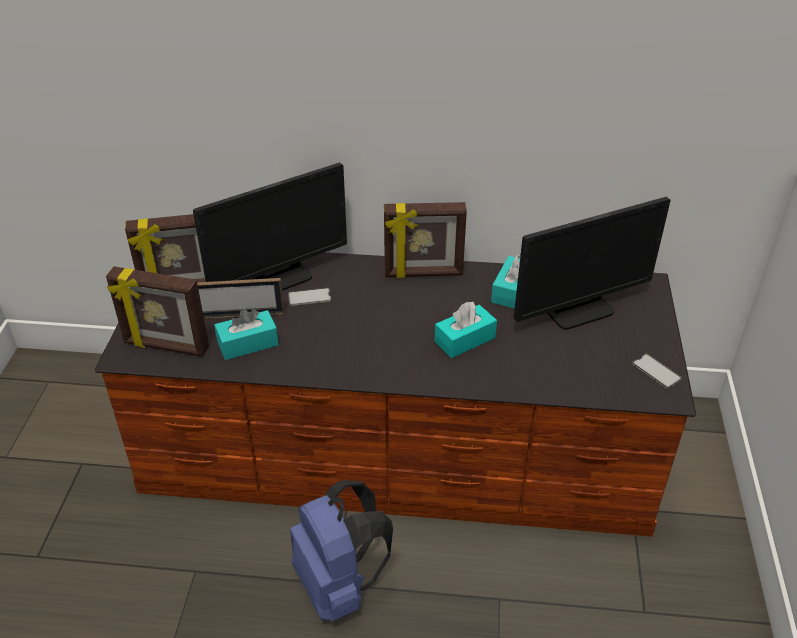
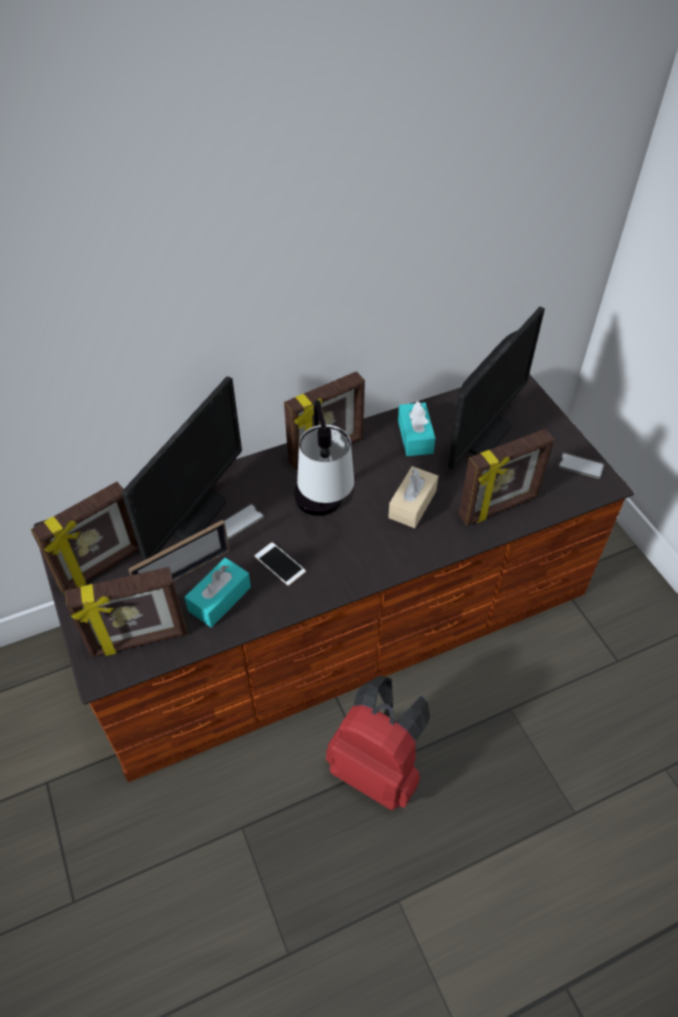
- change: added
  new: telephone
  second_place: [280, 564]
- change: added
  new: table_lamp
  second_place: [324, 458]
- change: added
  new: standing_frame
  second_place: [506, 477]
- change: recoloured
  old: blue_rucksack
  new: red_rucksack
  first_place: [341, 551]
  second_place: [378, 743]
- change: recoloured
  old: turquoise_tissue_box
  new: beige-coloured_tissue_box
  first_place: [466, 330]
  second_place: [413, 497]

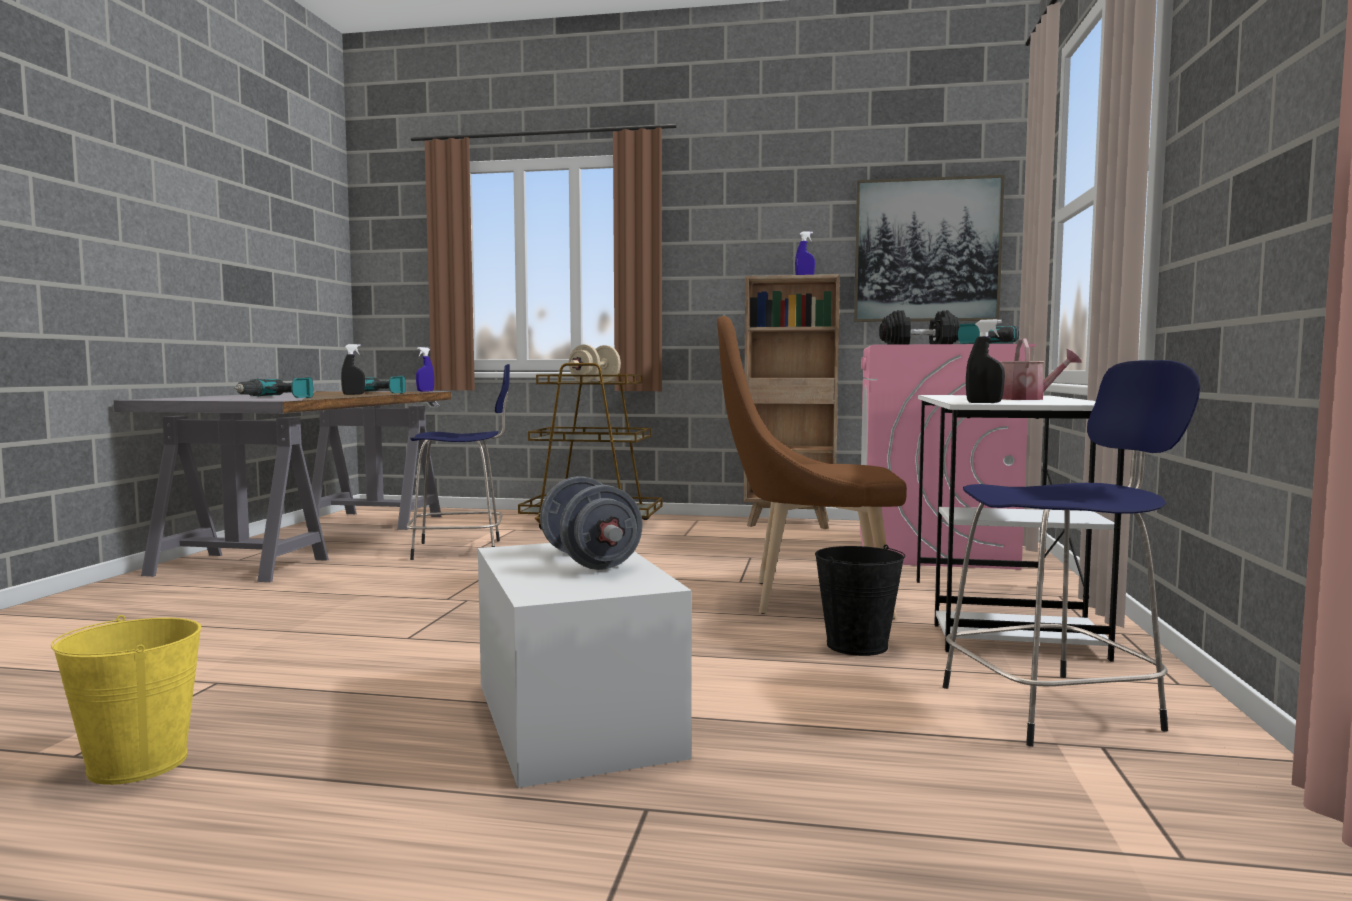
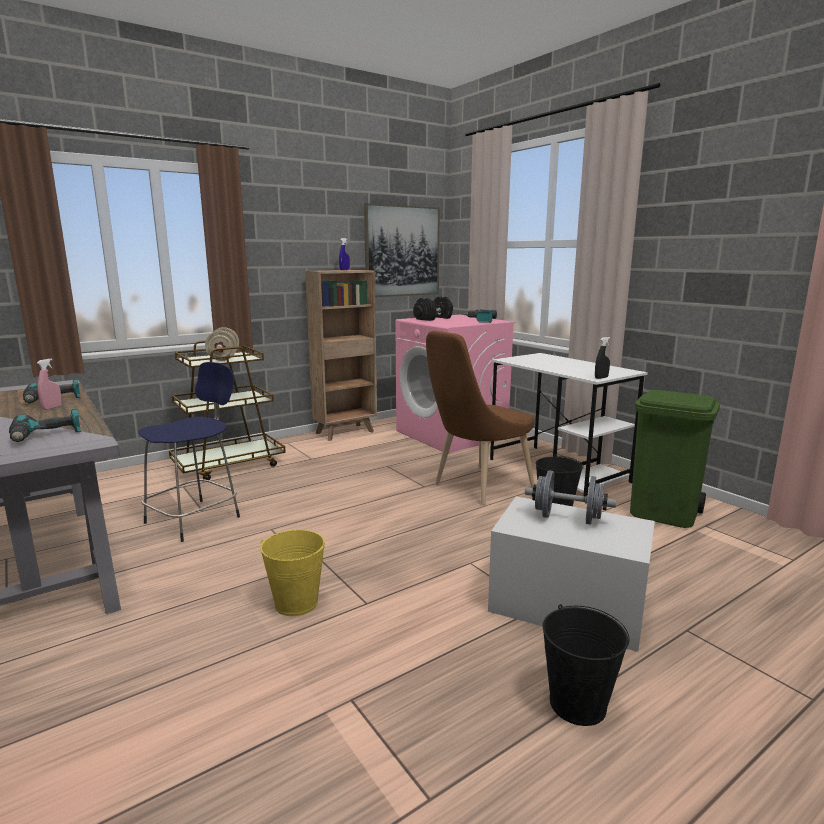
- change: removed
  old: blue_sprayer
  first_place: [425, 369]
- change: removed
  old: watering_can
  first_place: [1041, 369]
- change: added
  new: black_pail
  second_place: [586, 665]
- change: moved
  old: yellow_pail
  first_place: [126, 700]
  second_place: [292, 573]
- change: replaced
  old: blue_stool
  new: green-coloured_rubbish_bin
  first_place: [1071, 553]
  second_place: [675, 459]
- change: recoloured
  old: black_sprayer
  new: pinkish_sprayer
  first_place: [353, 369]
  second_place: [49, 384]

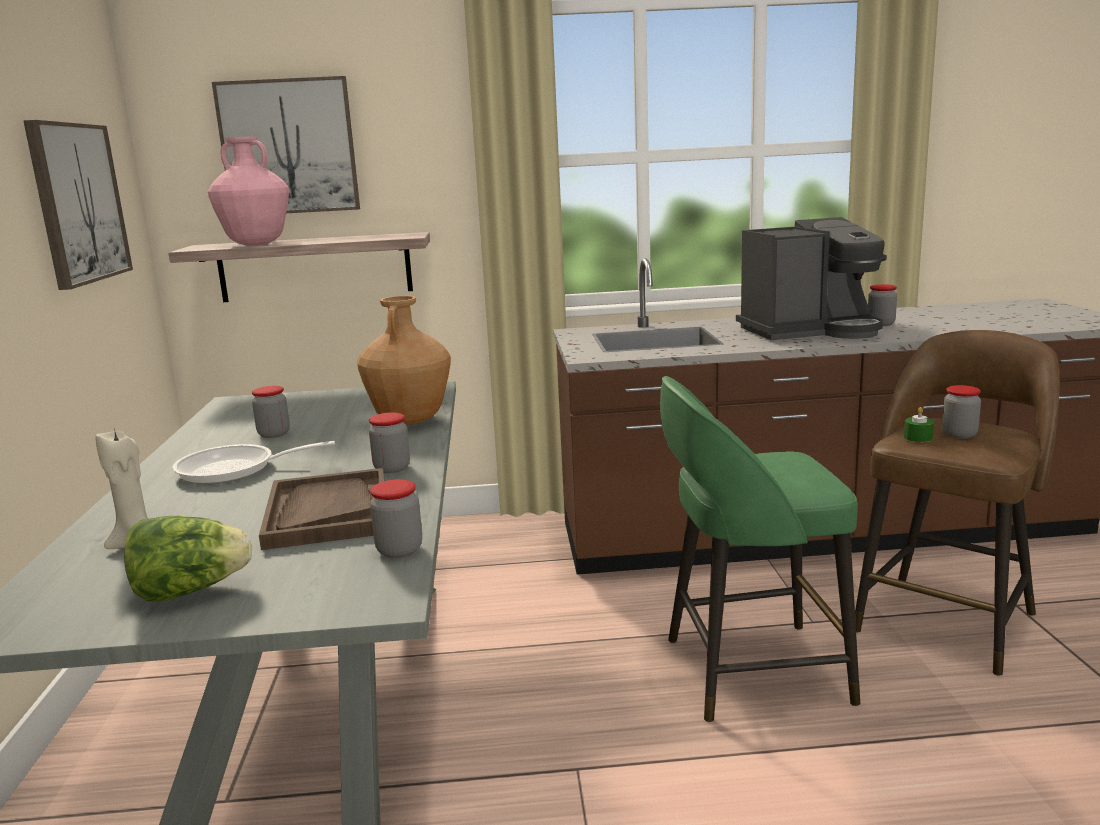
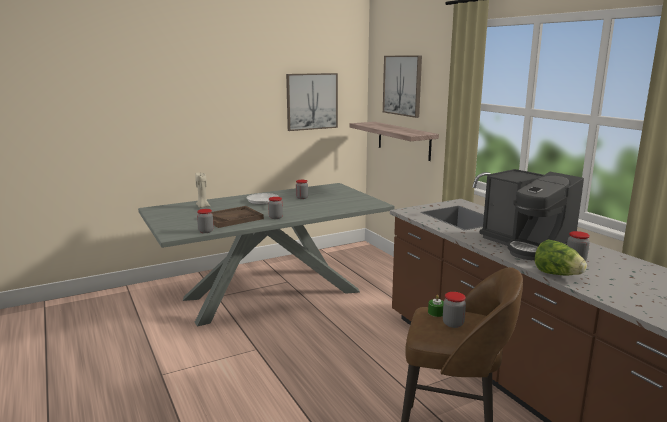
- change: removed
  old: pinkish_decorative_vase
  first_place: [248, 191]
- change: removed
  old: brown-coloured_decorative_vase
  first_place: [404, 360]
- change: removed
  old: green-coloured_stool
  first_place: [760, 549]
- change: moved
  old: lettuce_head
  first_place: [188, 559]
  second_place: [561, 257]

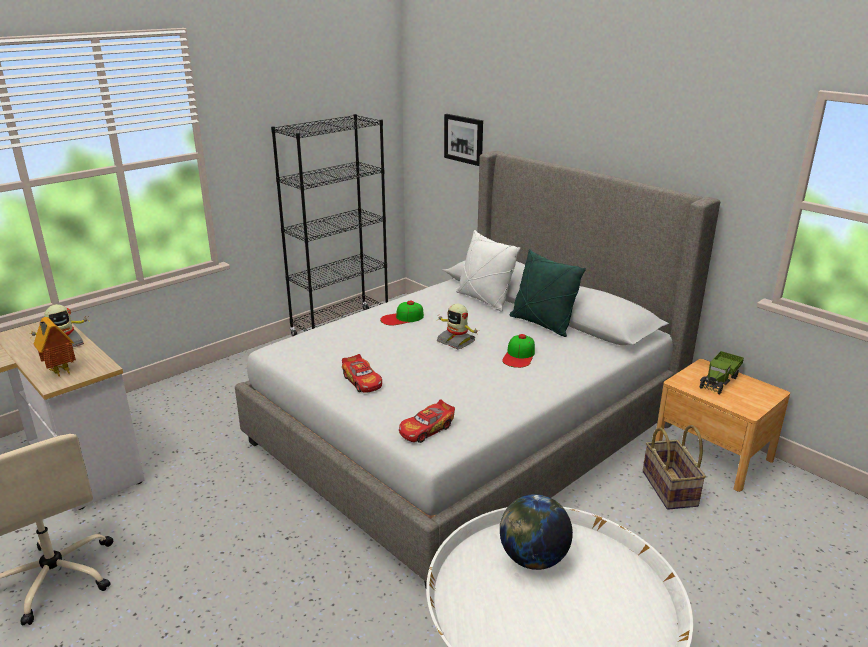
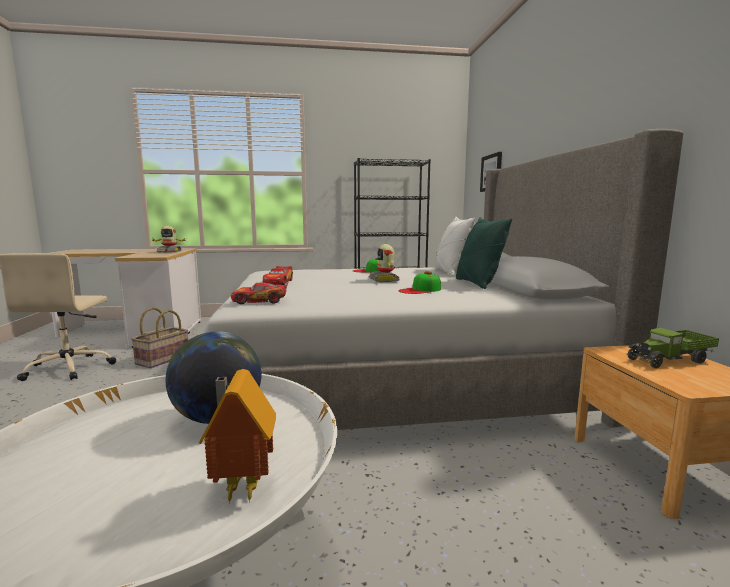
- change: moved
  old: model_house
  first_place: [55, 347]
  second_place: [237, 436]
- change: moved
  old: storage_basket
  first_place: [674, 467]
  second_place: [159, 337]

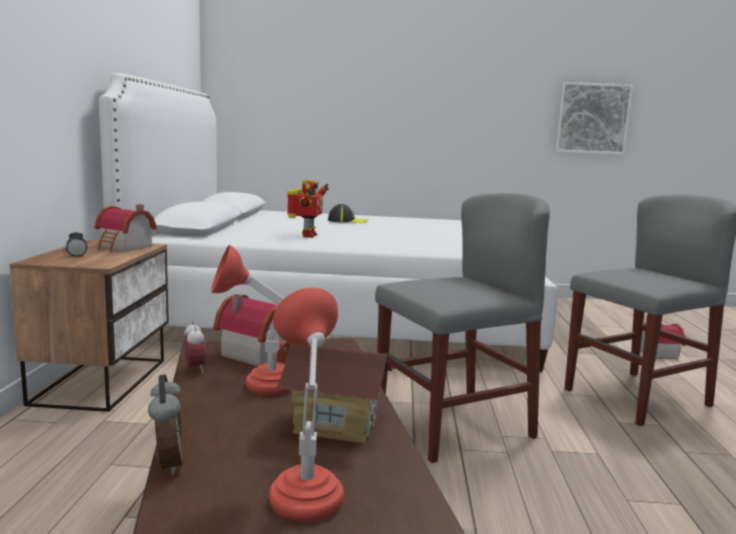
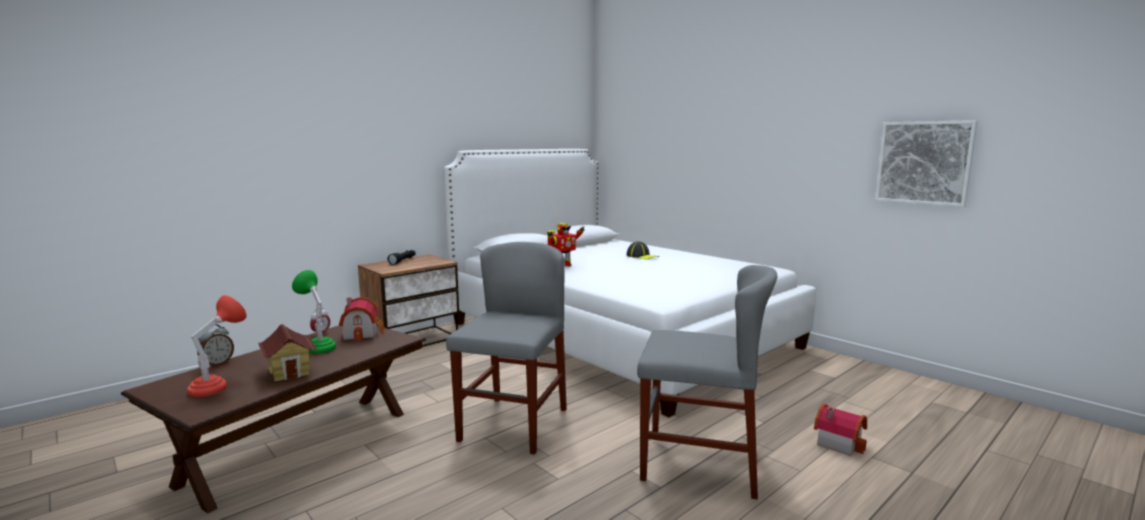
- change: removed
  old: model_house
  first_place: [125, 228]
- change: recoloured
  old: red_table_lamp
  new: green-coloured_table_lamp
  first_place: [251, 320]
  second_place: [314, 312]
- change: turned
  old: greyish_plain_chair
  first_place: [462, 328]
  second_place: [506, 348]
  degrees: -90

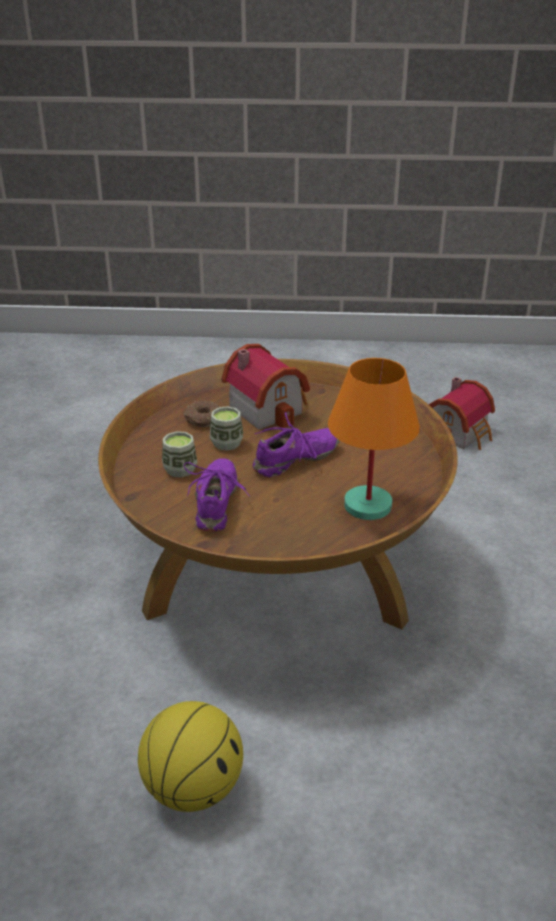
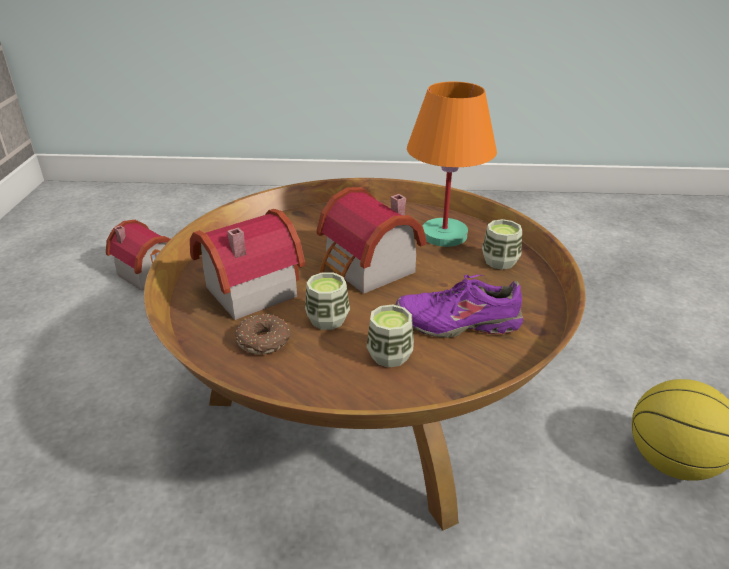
- change: added
  new: small_cup
  second_place: [502, 244]
- change: replaced
  old: purplish_low_shoe
  new: model_house
  first_place: [296, 445]
  second_place: [371, 240]

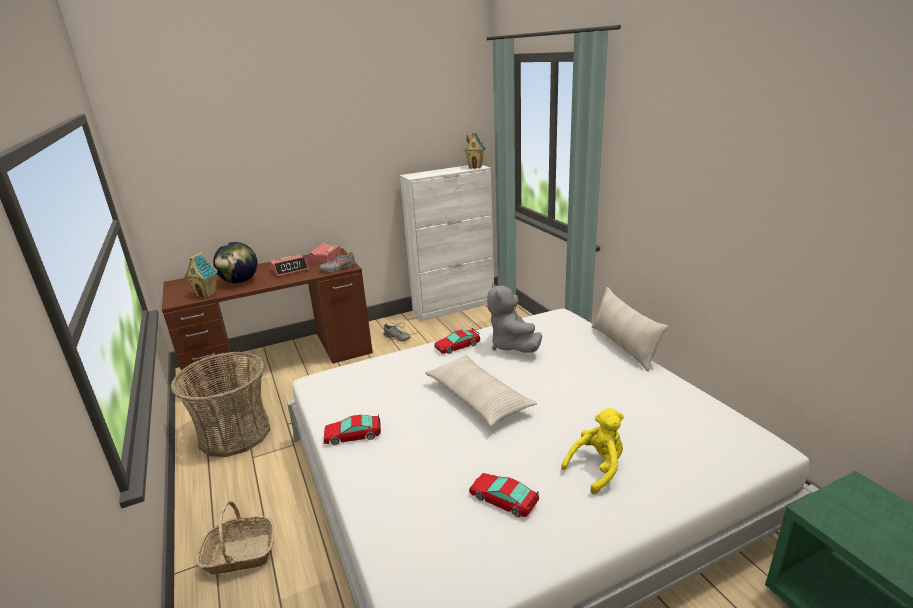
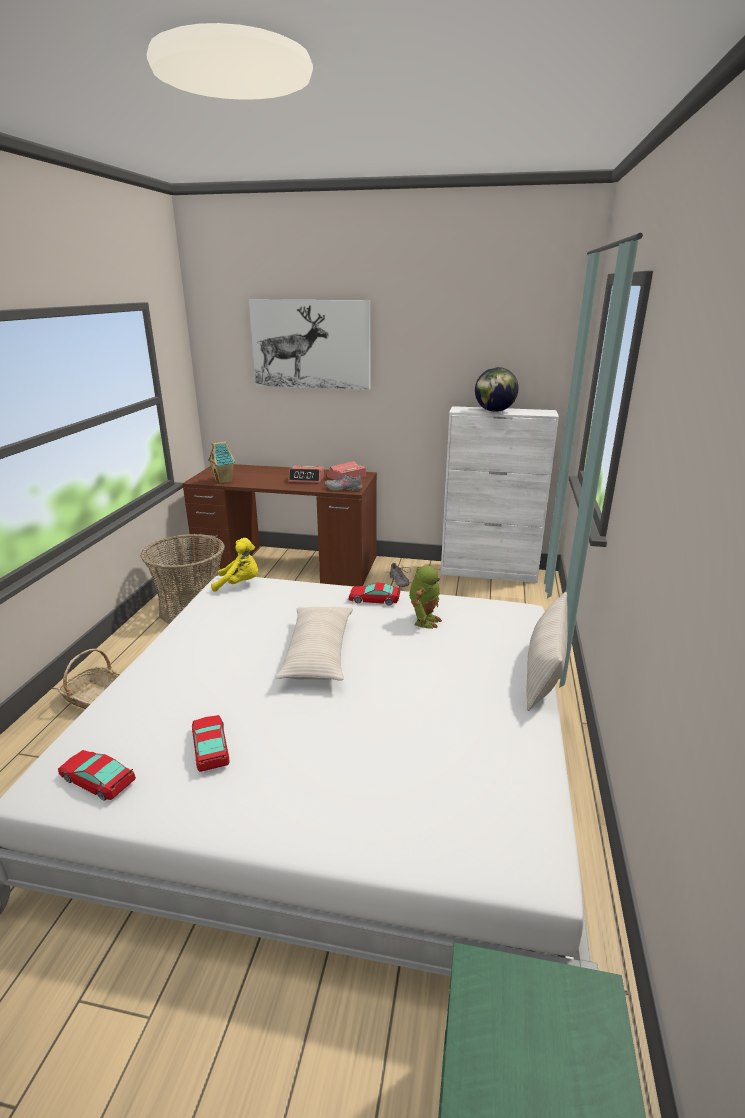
- change: removed
  old: model_house
  first_place: [475, 150]
- change: added
  new: wall_picture
  second_place: [309, 345]
- change: moved
  old: globe
  first_place: [235, 262]
  second_place: [497, 389]
- change: moved
  old: miniature_car
  first_place: [352, 429]
  second_place: [97, 775]
- change: moved
  old: yellow_cuddly_toy
  first_place: [592, 451]
  second_place: [234, 565]
- change: replaced
  old: greyish_cuddly_toy
  new: robot_figure
  first_place: [514, 318]
  second_place: [425, 597]

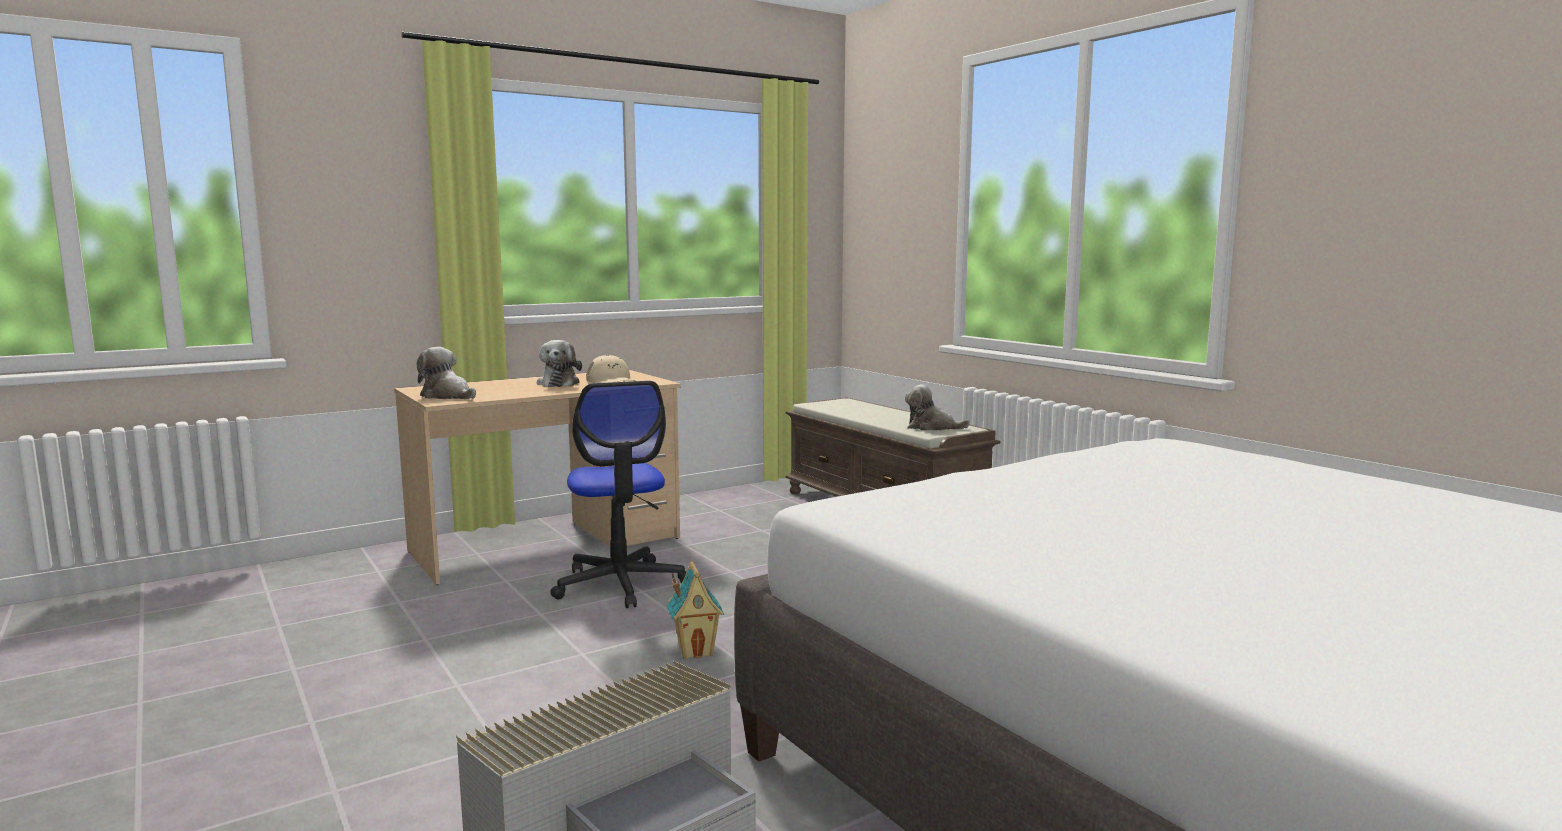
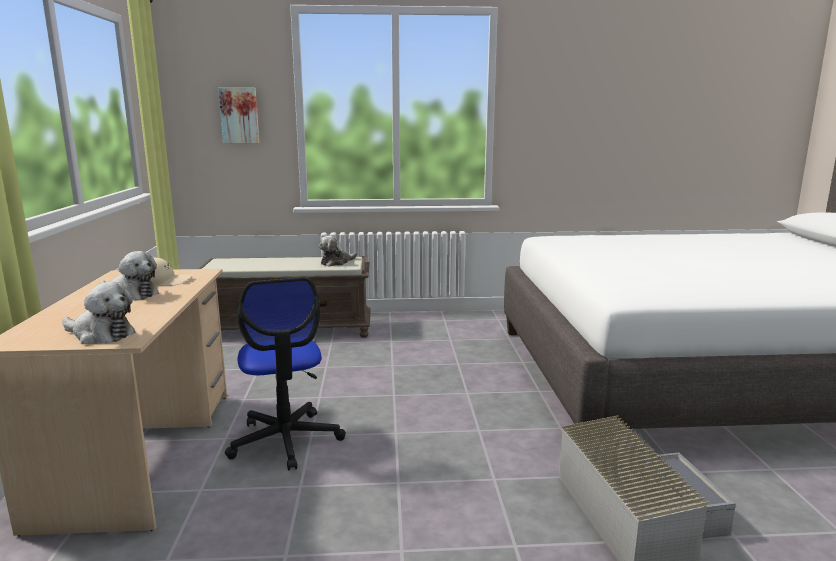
- change: removed
  old: model_house
  first_place: [696, 610]
- change: added
  new: wall_picture
  second_place: [238, 115]
- change: turned
  old: cuddly_toy
  first_place: [446, 373]
  second_place: [99, 313]
  degrees: -135
- change: turned
  old: computer_chair
  first_place: [618, 494]
  second_place: [285, 374]
  degrees: 60

